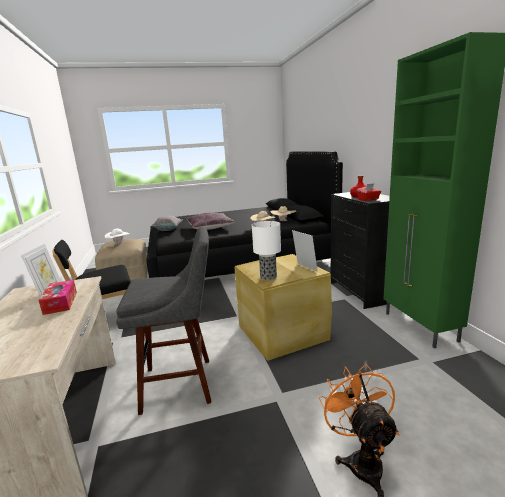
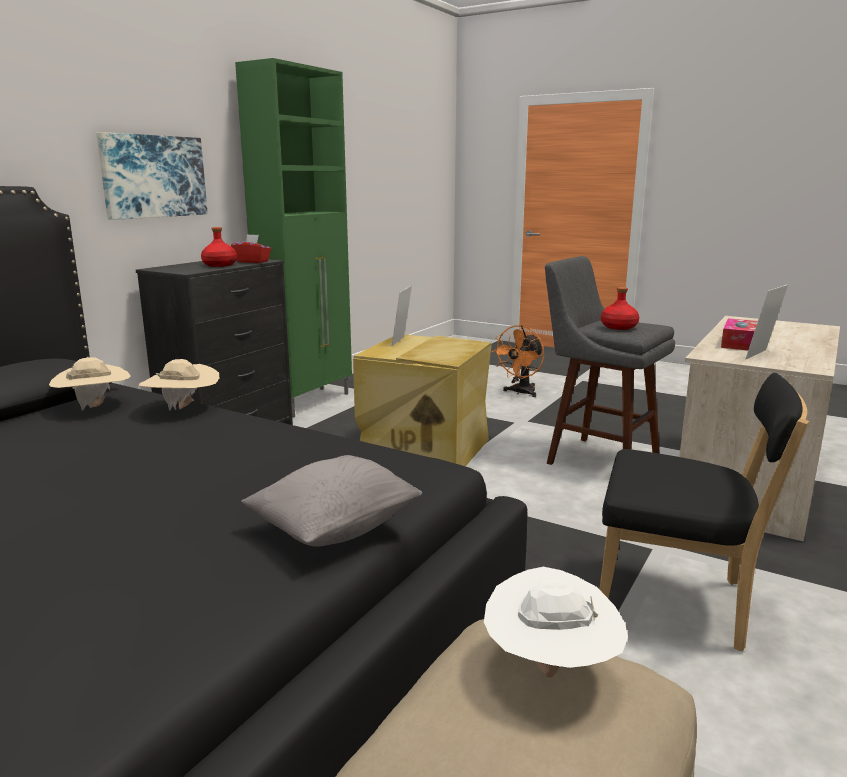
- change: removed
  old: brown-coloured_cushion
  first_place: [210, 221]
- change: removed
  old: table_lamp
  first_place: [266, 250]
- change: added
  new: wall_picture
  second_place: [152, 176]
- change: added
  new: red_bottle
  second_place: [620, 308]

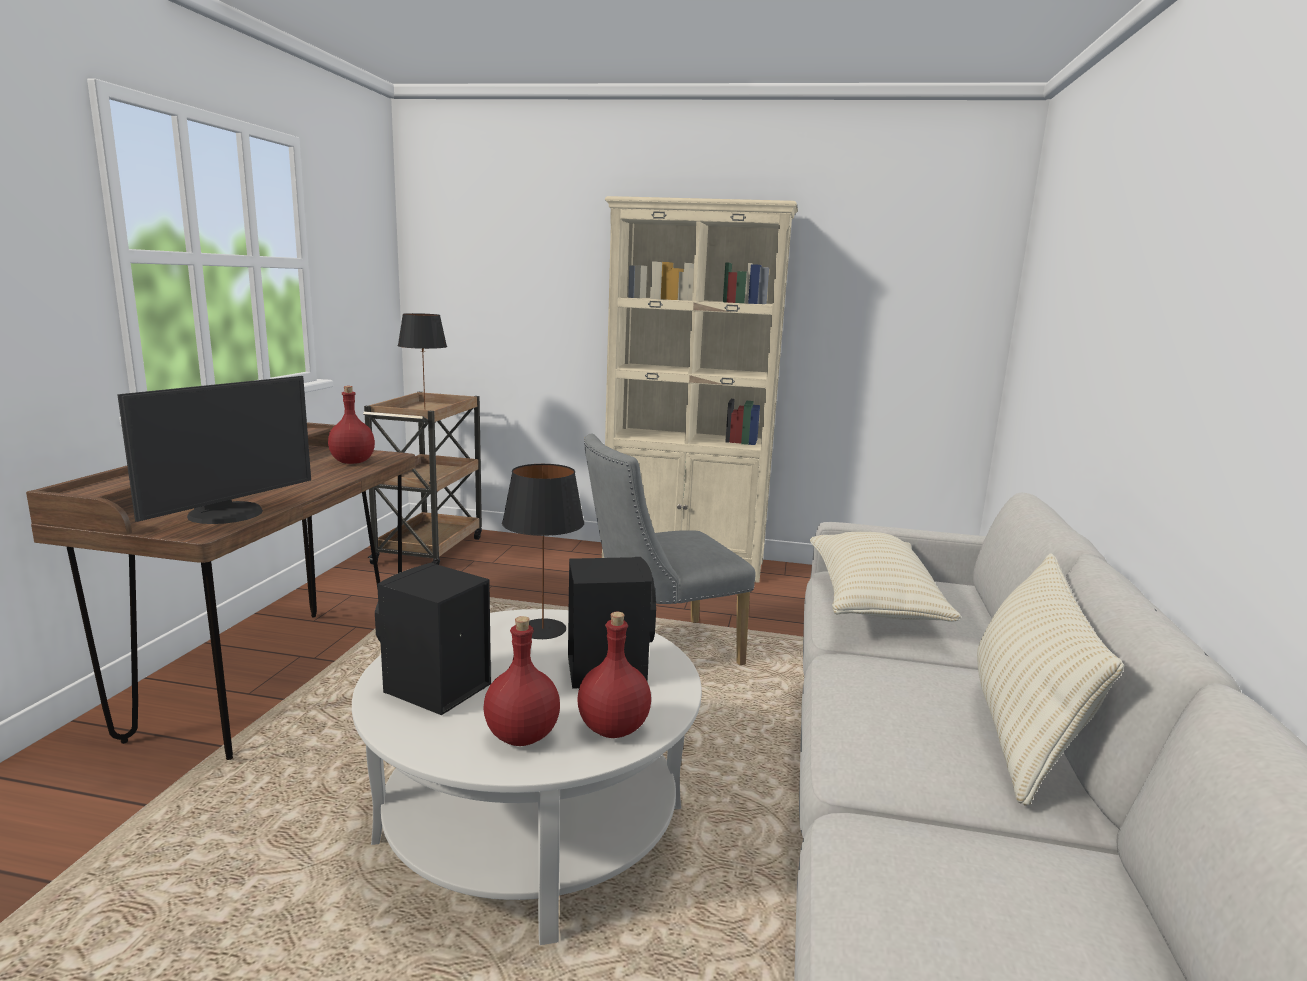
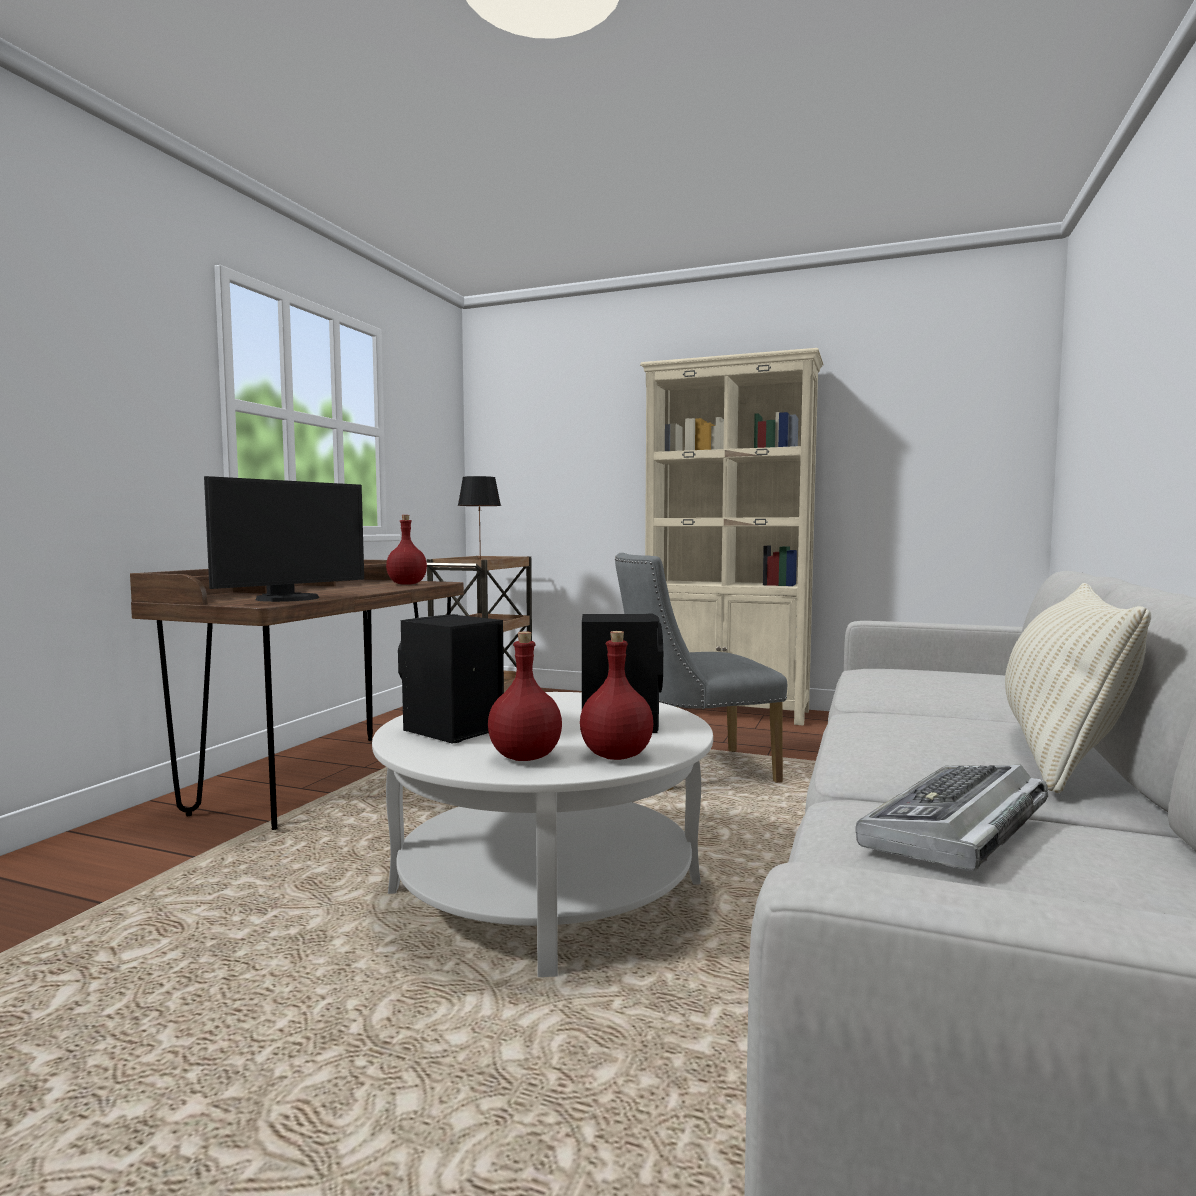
- change: removed
  old: black_table_lamp
  first_place: [543, 551]
- change: removed
  old: beige-coloured_cushion
  first_place: [885, 577]
- change: added
  new: computer_keyboard
  second_place: [952, 818]

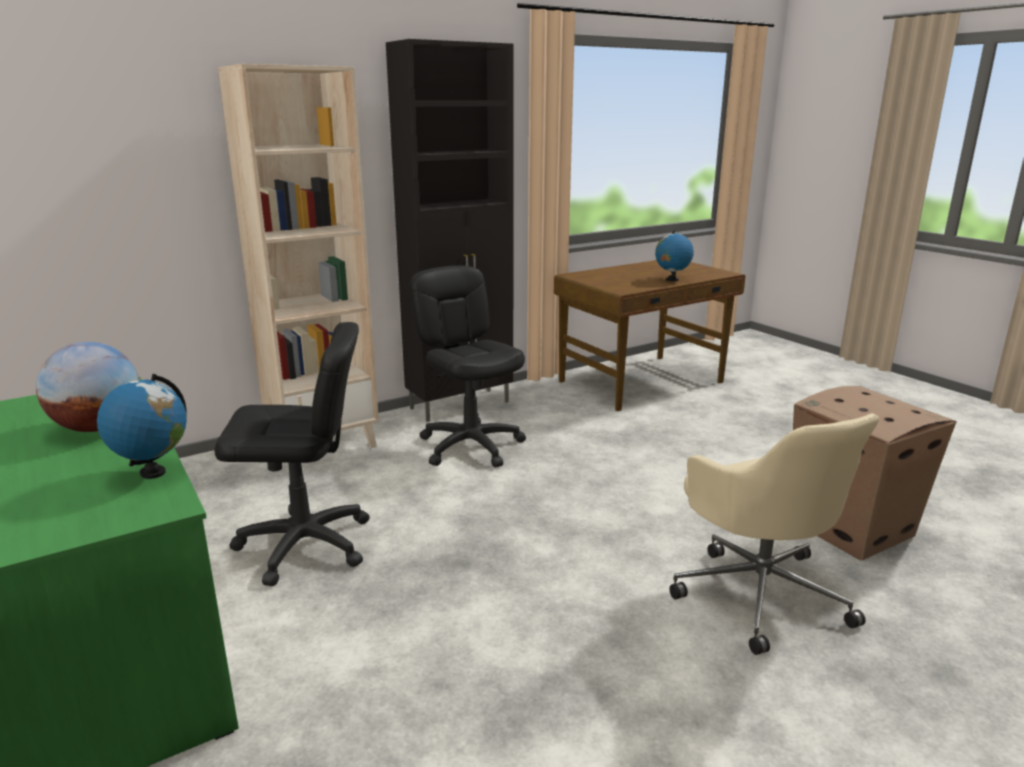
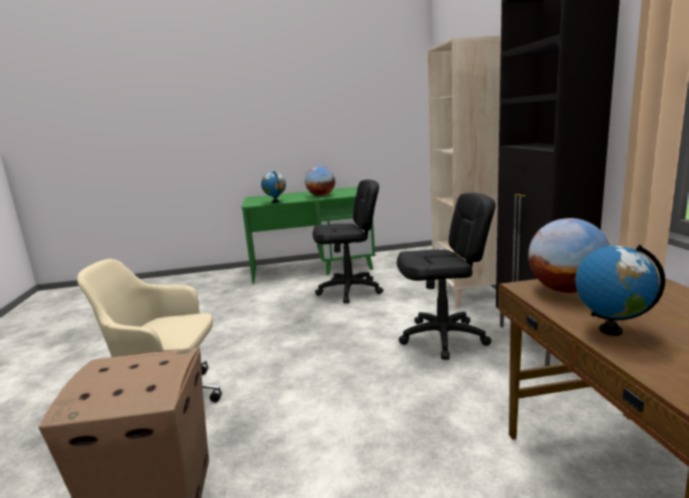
- change: added
  new: globe
  second_place: [569, 255]
- change: turned
  old: black_computer_chair
  first_place: [292, 454]
  second_place: [348, 241]
  degrees: -120

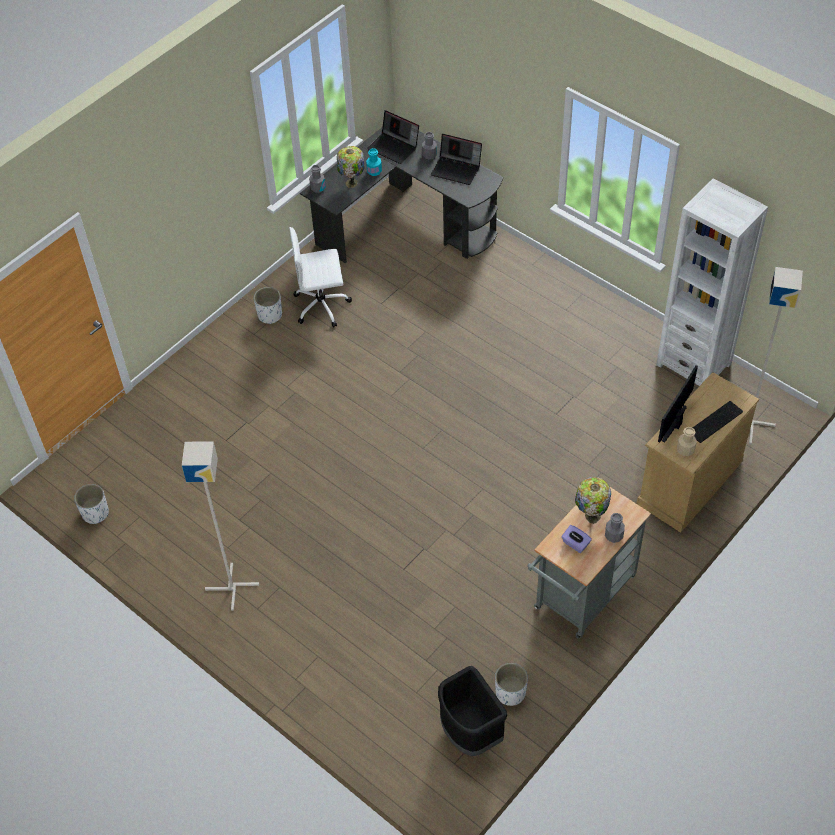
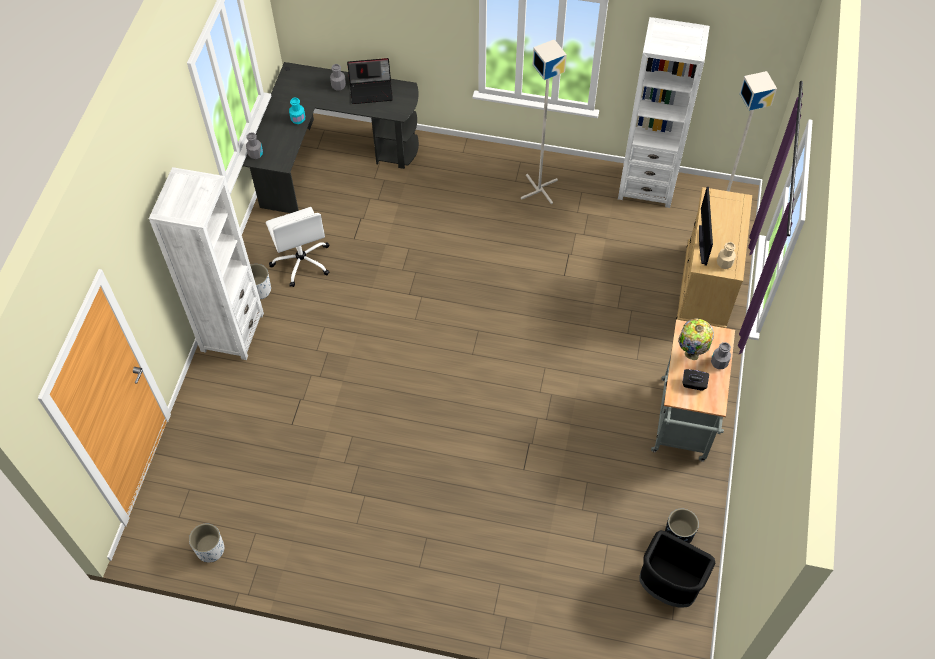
- change: removed
  old: table_lamp
  first_place: [351, 167]
- change: removed
  old: portable_computer
  first_place: [393, 137]
- change: removed
  old: computer_keyboard
  first_place: [718, 422]
- change: added
  new: white_bookshelf
  second_place: [206, 263]
- change: moved
  old: greyish_standing_lamp
  first_place: [220, 526]
  second_place: [544, 121]
- change: recoloured
  old: white_planter
  new: black_planter
  first_place: [511, 684]
  second_place: [682, 526]
- change: recoloured
  old: purplish_tissue_box
  new: black_tissue_box
  first_place: [576, 539]
  second_place: [696, 380]
- change: turned
  old: white_computer_chair
  first_place: [320, 277]
  second_place: [298, 247]
  degrees: -75

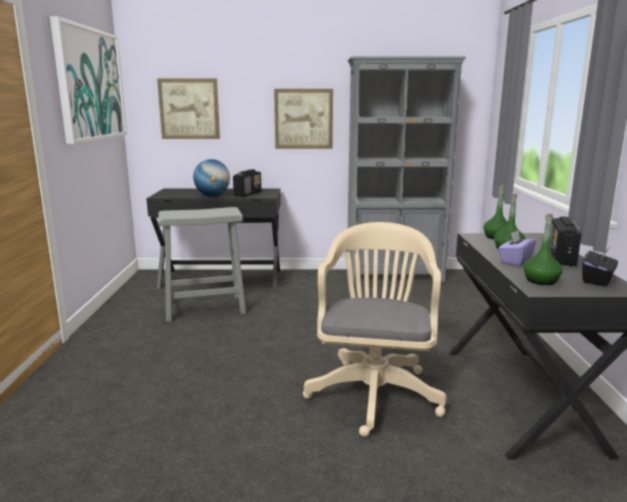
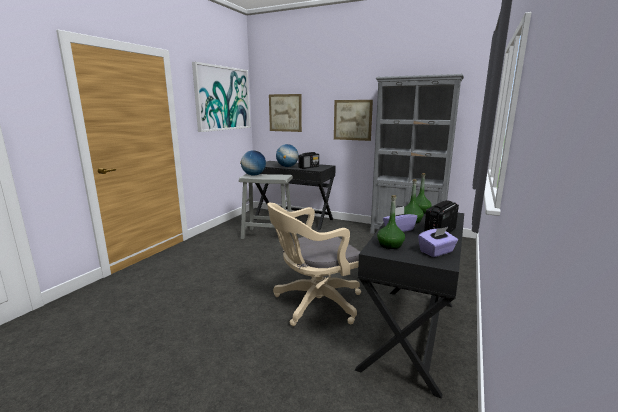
- change: added
  new: globe
  second_place: [253, 163]
- change: recoloured
  old: black_tissue_box
  new: purplish_tissue_box
  first_place: [600, 266]
  second_place: [438, 242]
- change: turned
  old: beige-coloured_computer_chair
  first_place: [375, 329]
  second_place: [314, 264]
  degrees: -150

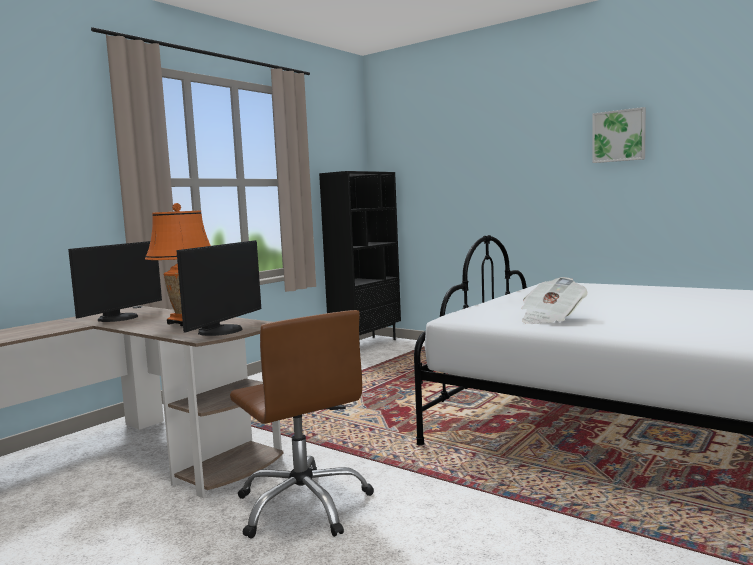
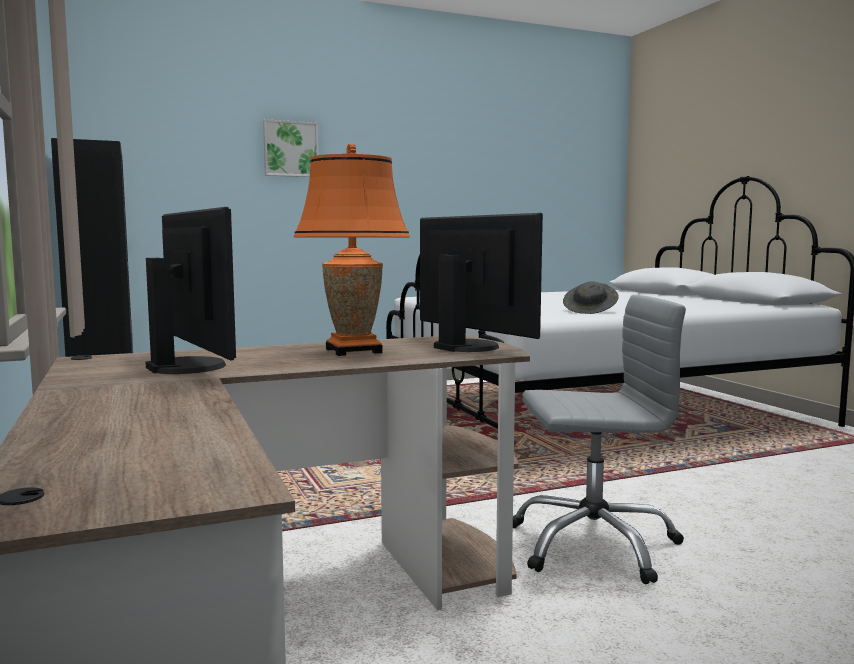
- change: moved
  old: wall_picture
  first_place: [619, 135]
  second_place: [291, 148]
- change: replaced
  old: newspaper
  new: greyish_hat
  first_place: [554, 300]
  second_place: [591, 297]
- change: recoloured
  old: brown-coloured_computer_chair
  new: greyish_computer_chair
  first_place: [302, 424]
  second_place: [599, 439]

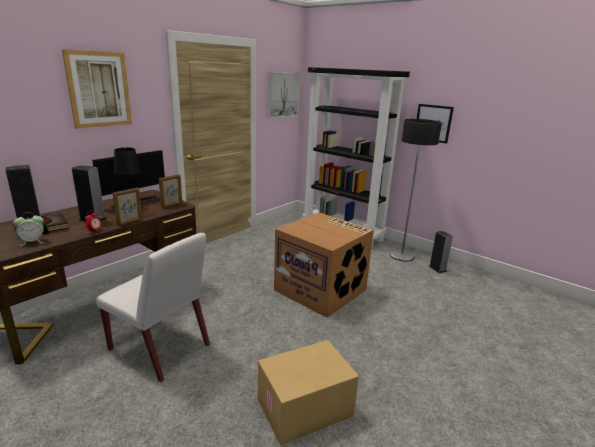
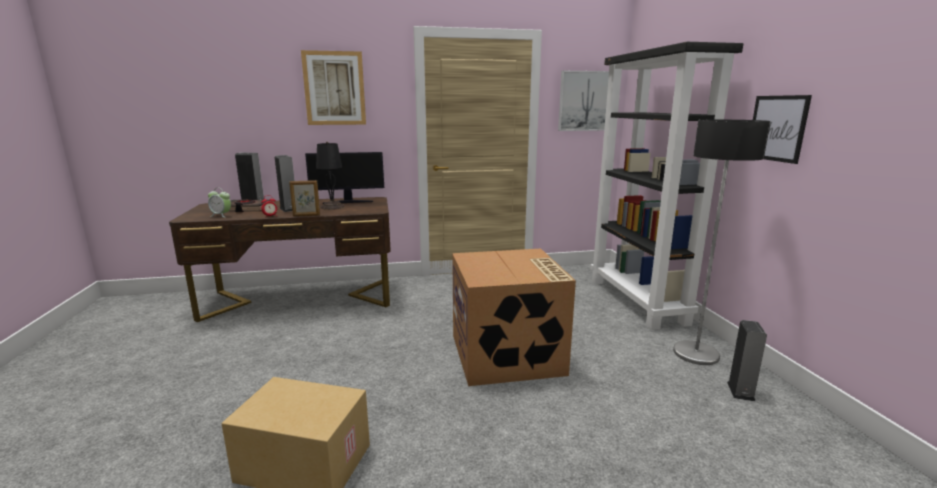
- change: removed
  old: white_plain_chair
  first_place: [153, 307]
- change: removed
  old: standing_frame
  first_place: [170, 191]

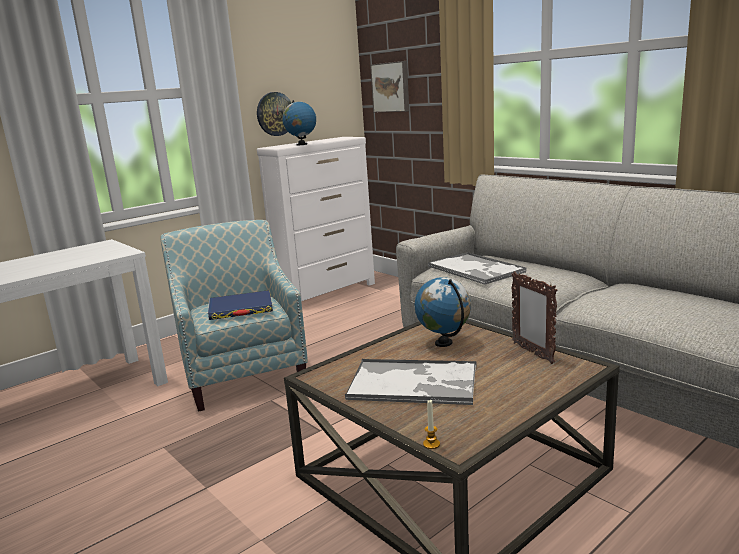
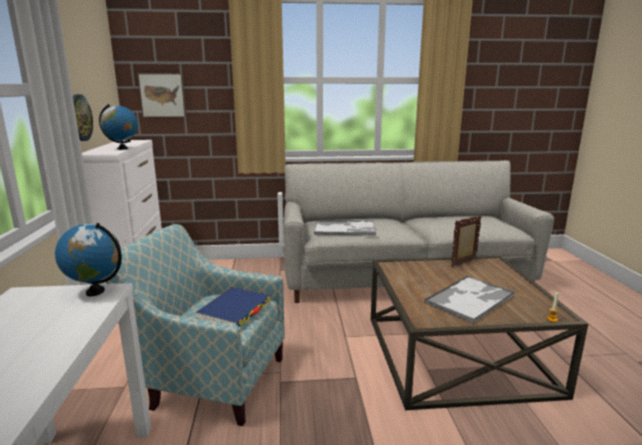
- change: moved
  old: globe
  first_place: [442, 312]
  second_place: [88, 259]
- change: turned
  old: standing_frame
  first_place: [534, 318]
  second_place: [466, 241]
  degrees: 135

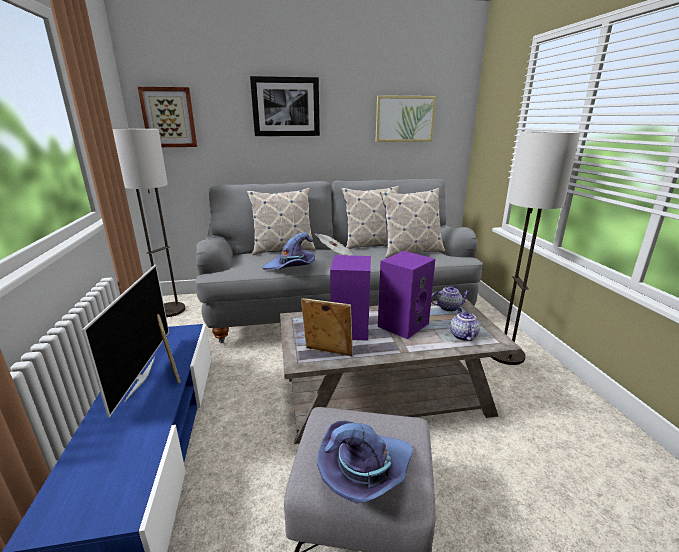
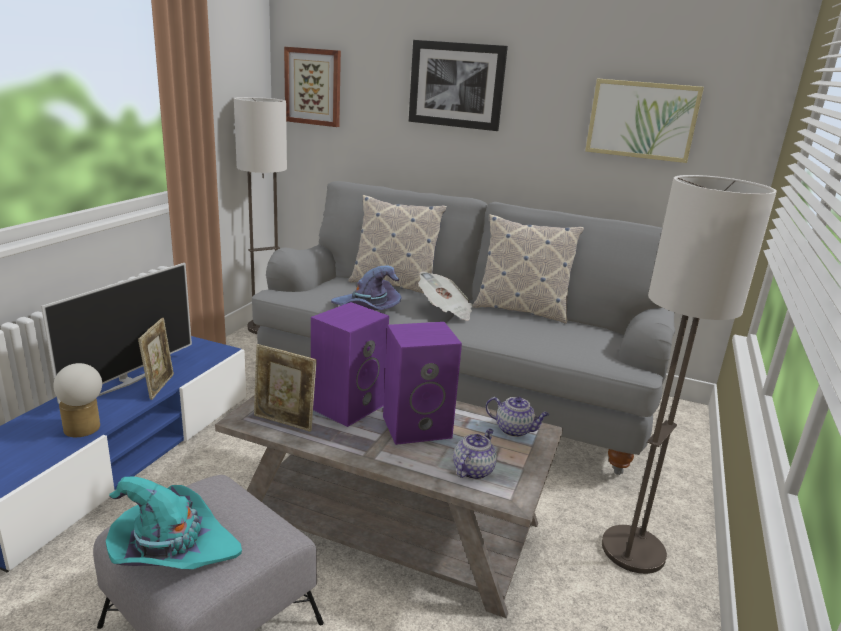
- change: removed
  old: cushion
  first_place: [412, 223]
- change: added
  new: table_lamp
  second_place: [77, 400]
- change: recoloured
  old: purplish_hat
  new: turquoise_hat
  first_place: [365, 462]
  second_place: [174, 523]
- change: turned
  old: standing_frame
  first_place: [327, 327]
  second_place: [285, 388]
  degrees: 150

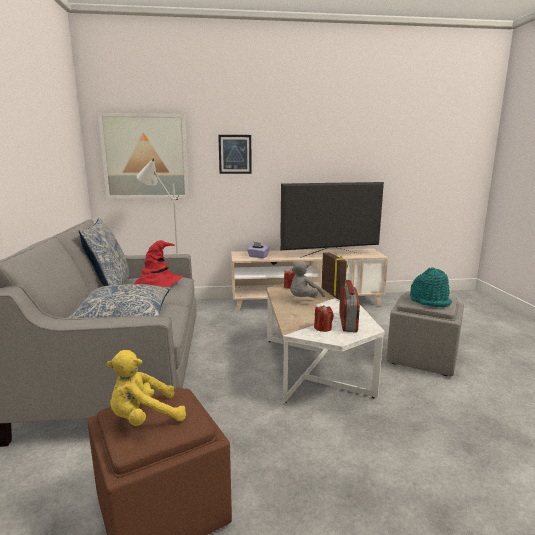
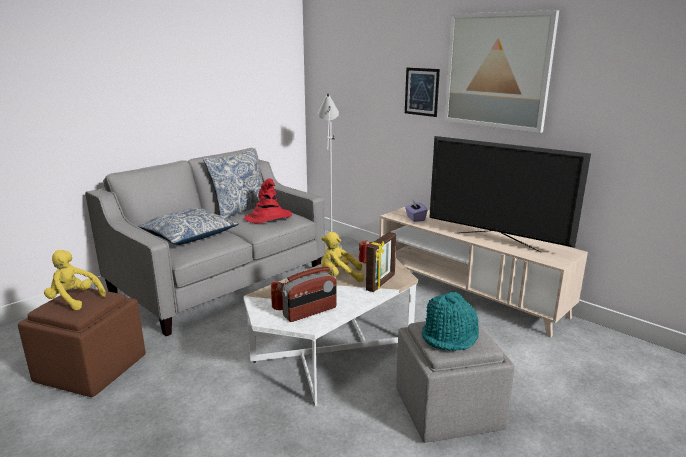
- change: moved
  old: wall_picture
  first_place: [143, 156]
  second_place: [501, 71]
- change: recoloured
  old: greyish_cuddly_toy
  new: yellow_cuddly_toy
  first_place: [307, 279]
  second_place: [342, 257]

